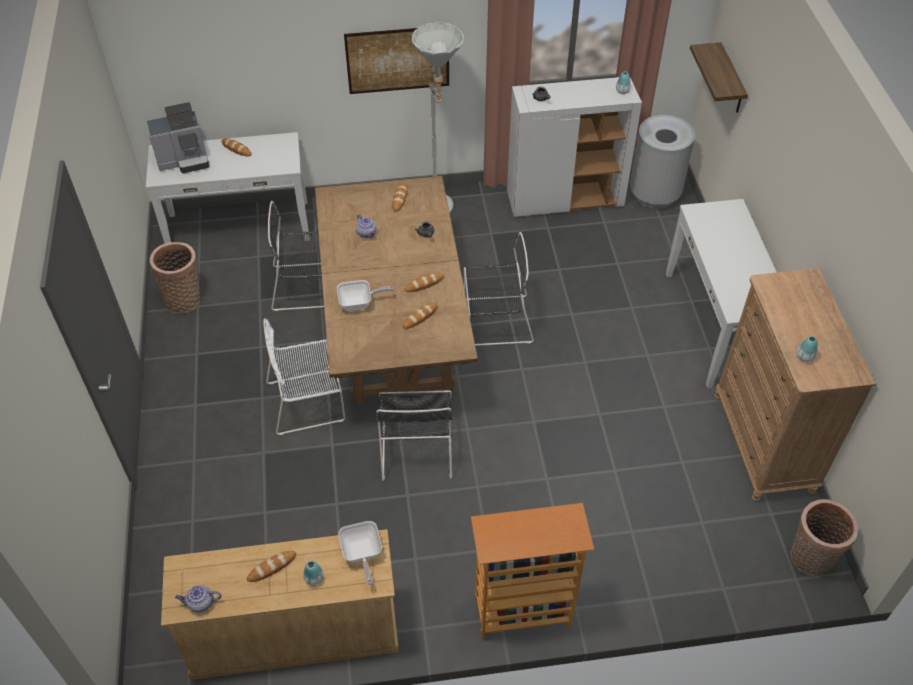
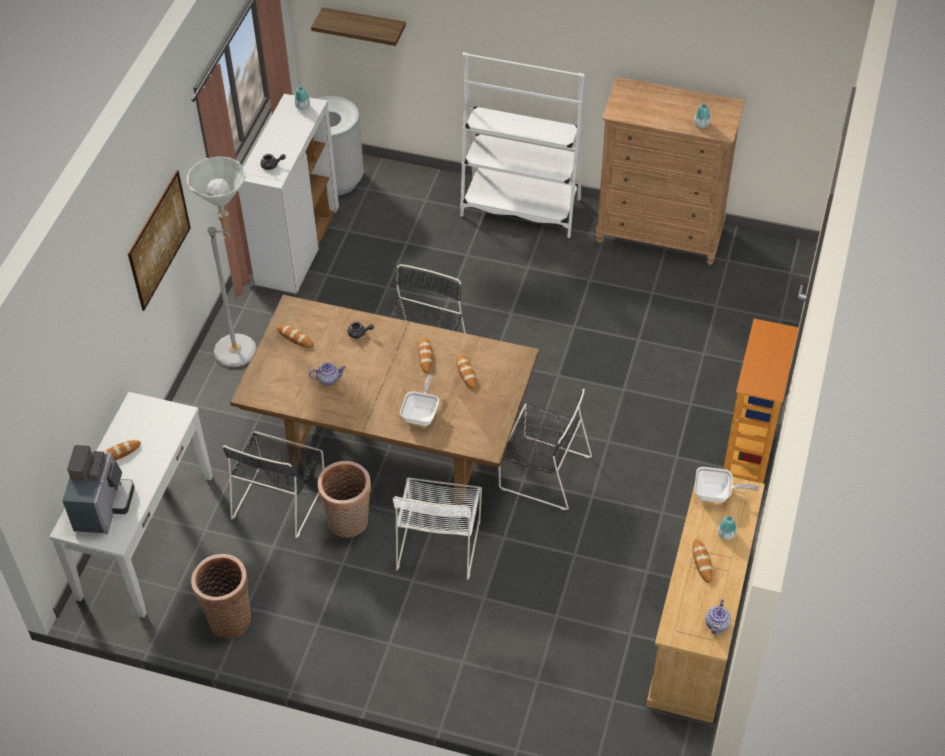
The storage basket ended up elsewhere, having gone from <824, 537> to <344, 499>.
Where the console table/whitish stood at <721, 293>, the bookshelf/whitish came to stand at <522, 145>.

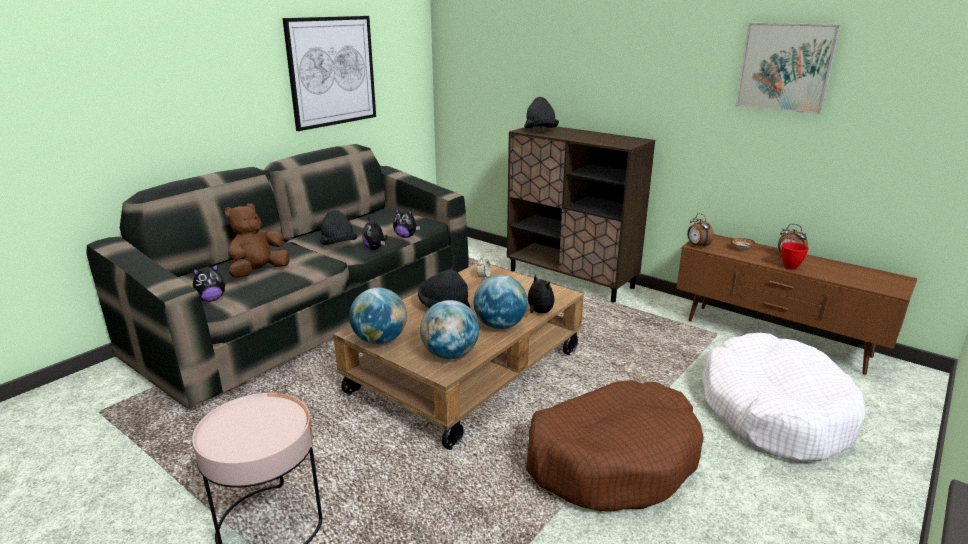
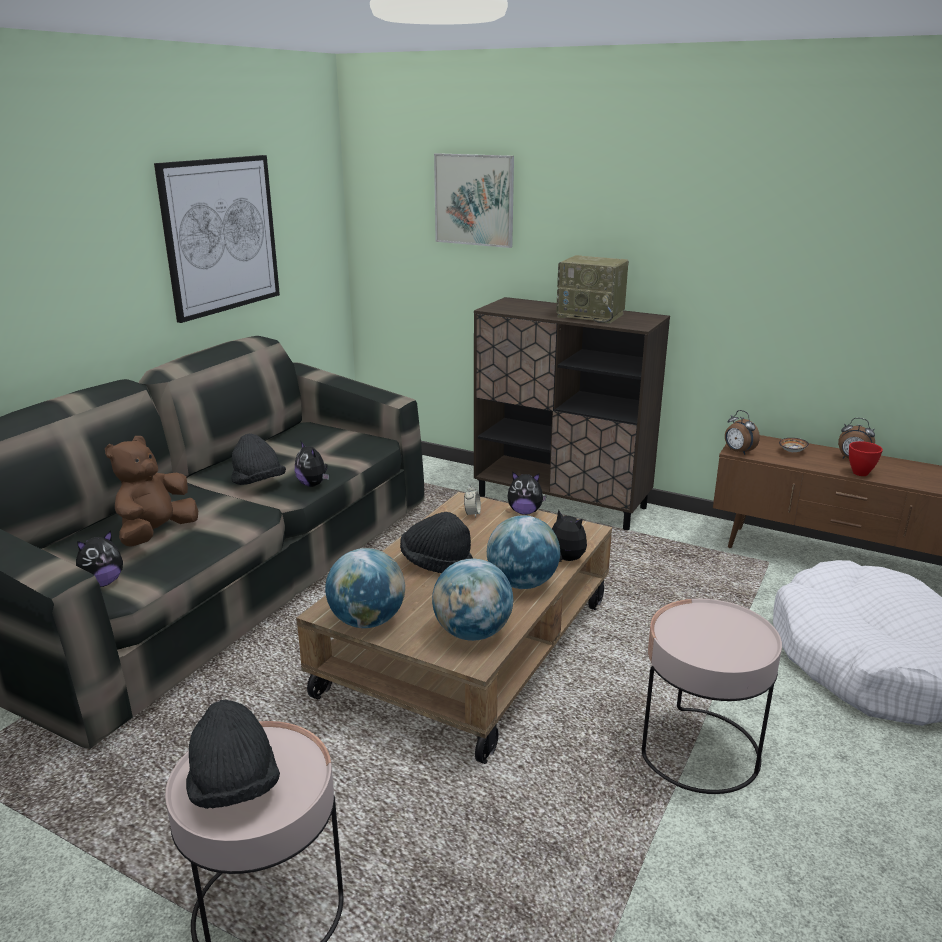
The second view gained the radio set at <592, 289>.
The soft toy ended up elsewhere, having gone from <406, 223> to <527, 493>.
The wearable hat/black ended up elsewhere, having gone from <541, 112> to <233, 754>.
The wall picture ended up elsewhere, having gone from <787, 68> to <474, 200>.
Where the dog cushion/brown stood at <615, 446>, the accent table/pink-coloured came to stand at <712, 696>.

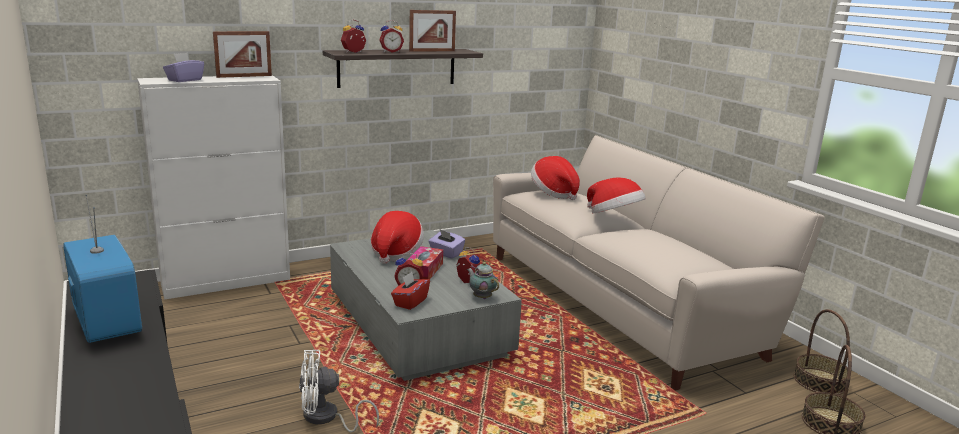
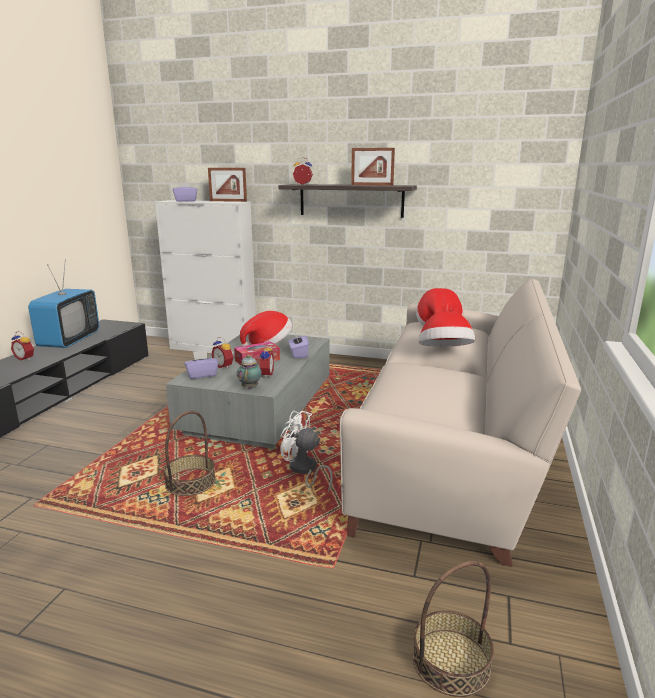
The fan/whitish ended up elsewhere, having gone from <339, 391> to <306, 451>.
The table clock ended up elsewhere, having gone from <391, 36> to <22, 346>.
The storage basket ended up elsewhere, having gone from <822, 352> to <190, 453>.
What was the box of tissues/red-coloured at <410, 291> turned into the box of tissues/purple-coloured at <201, 364>.

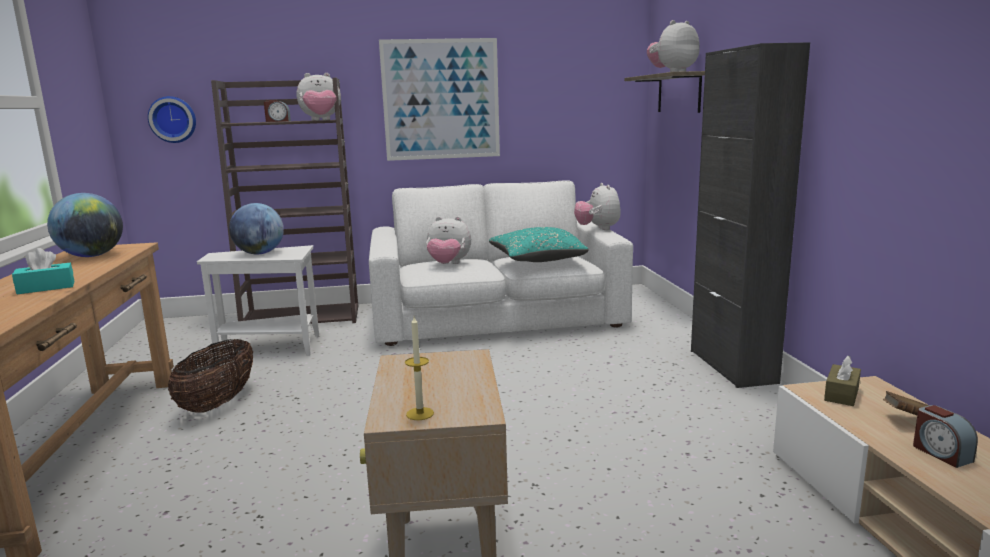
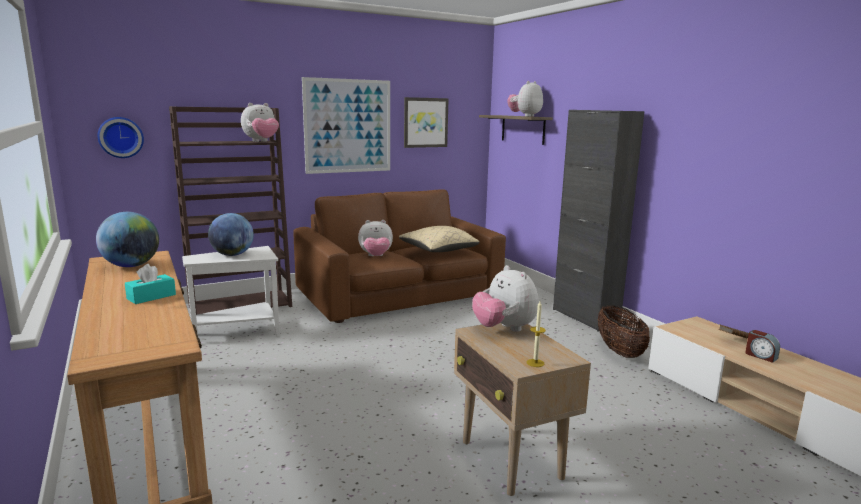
The second view lost the table clock at <277, 111>.
The second view lost the box of tissues/brown at <842, 380>.
The second view gained the wall picture at <426, 122>.
The storage basket ended up elsewhere, having gone from <210, 376> to <624, 332>.
The soft toy ended up elsewhere, having gone from <597, 206> to <505, 298>.
What was the settee/whitish at <501, 263> turned into the settee/brown at <399, 256>.
What was the pillow/turquoise-coloured at <539, 244> turned into the pillow/beige at <439, 239>.

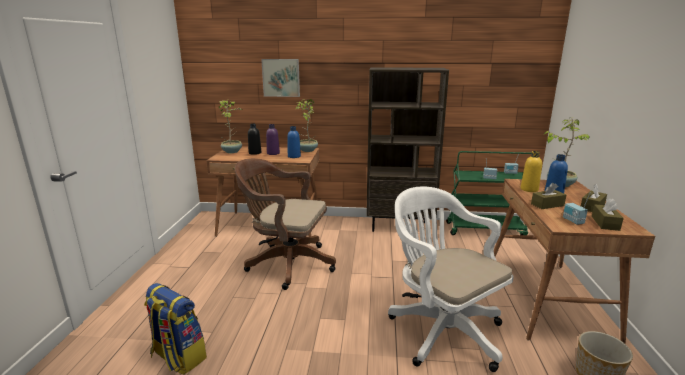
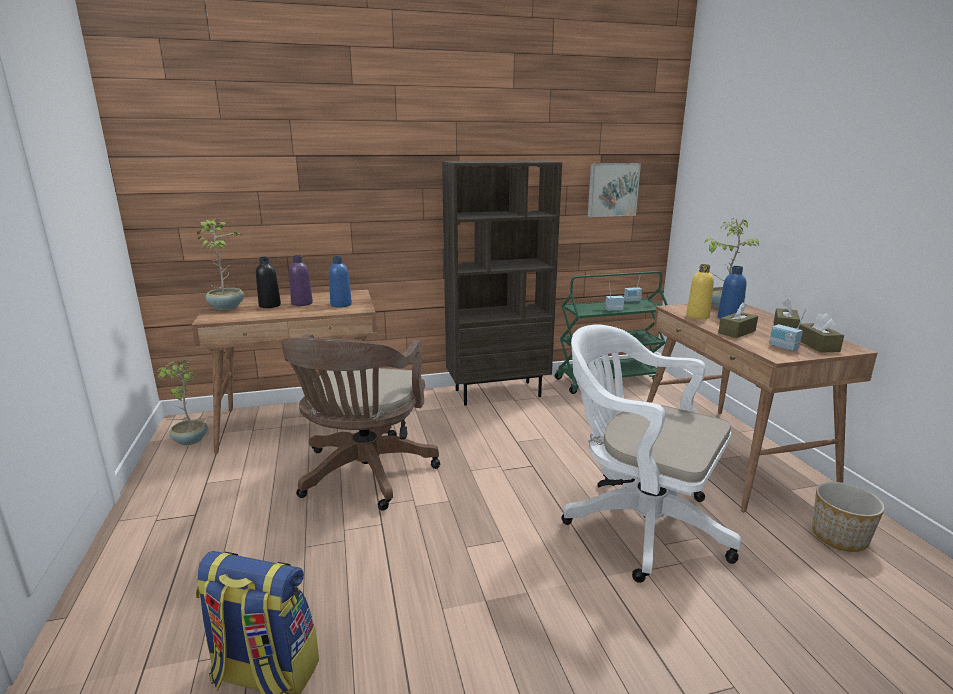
The wall picture ended up elsewhere, having gone from <280, 78> to <614, 190>.
The potted plant ended up elsewhere, having gone from <306, 125> to <182, 402>.
The office chair/brown at <285, 224> ended up facing another way, 75 degrees counterclockwise from before.

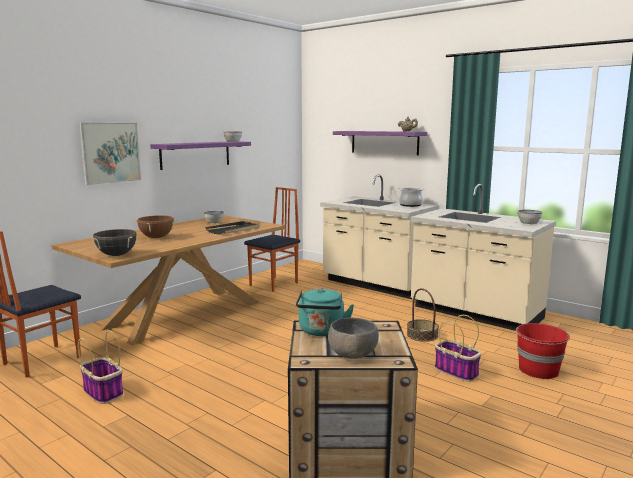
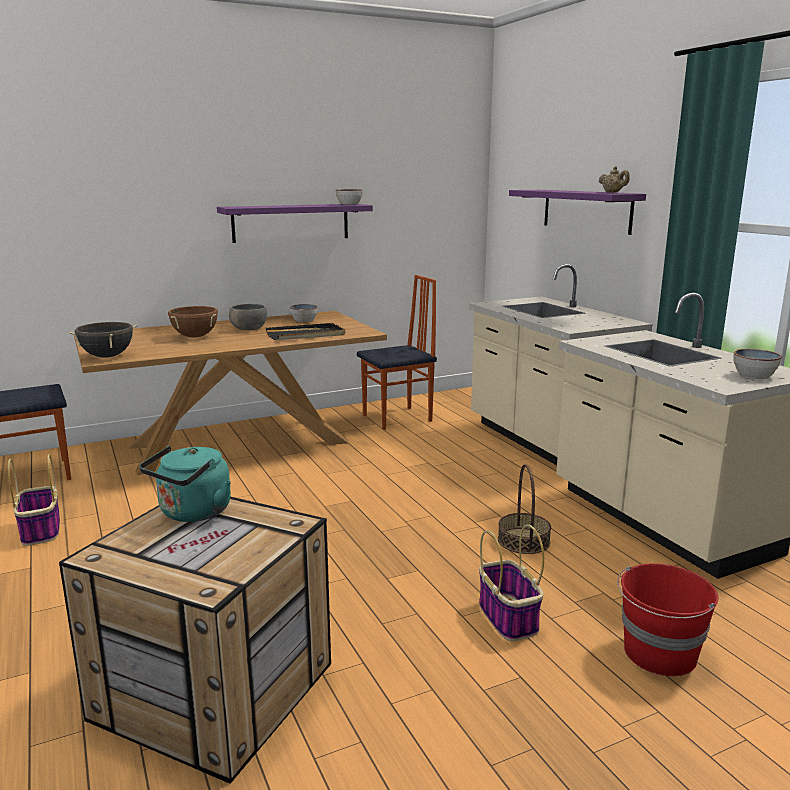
The second view lost the wall picture at <110, 154>.
The second view lost the cooking pot at <411, 197>.
The serving bowl/grey ended up elsewhere, having gone from <353, 338> to <248, 317>.

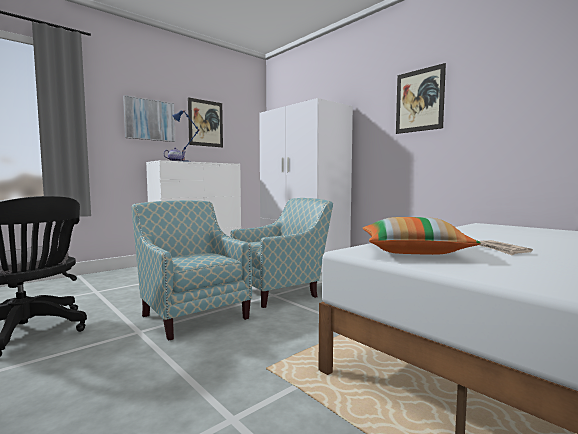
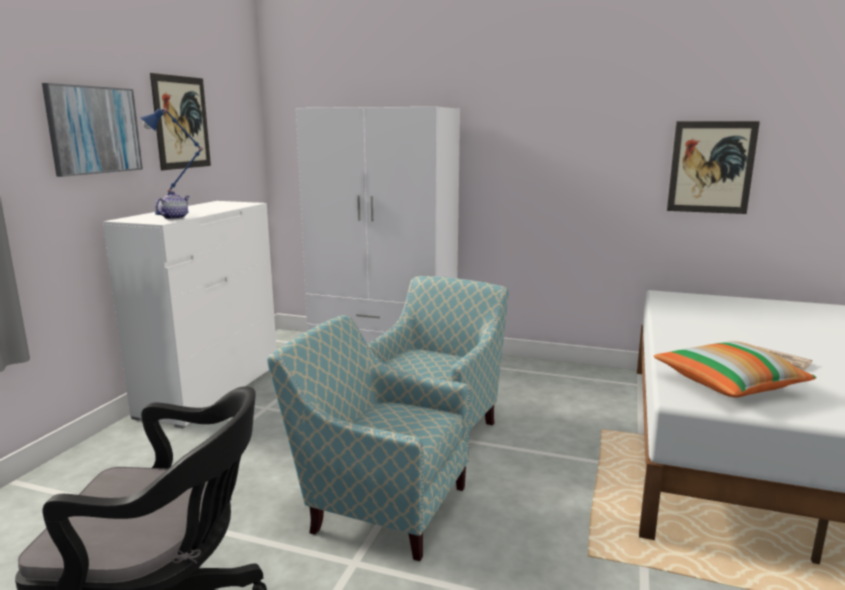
The wall picture ended up elsewhere, having gone from <421, 98> to <713, 167>.

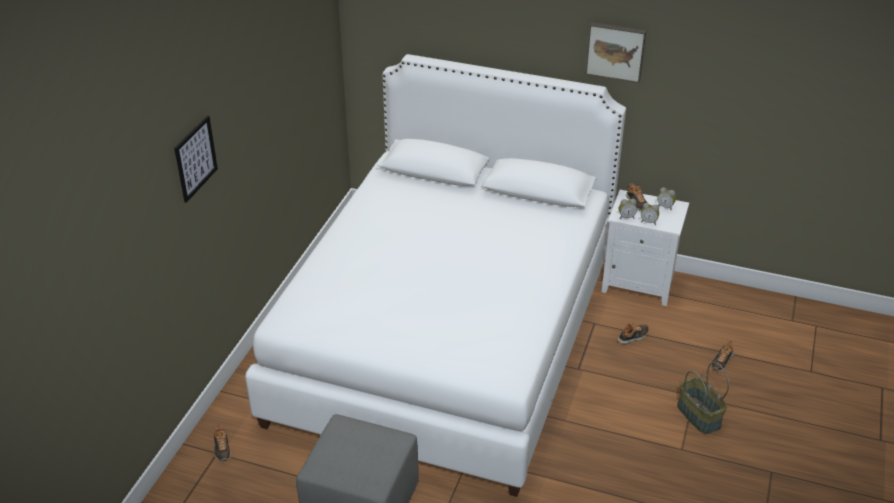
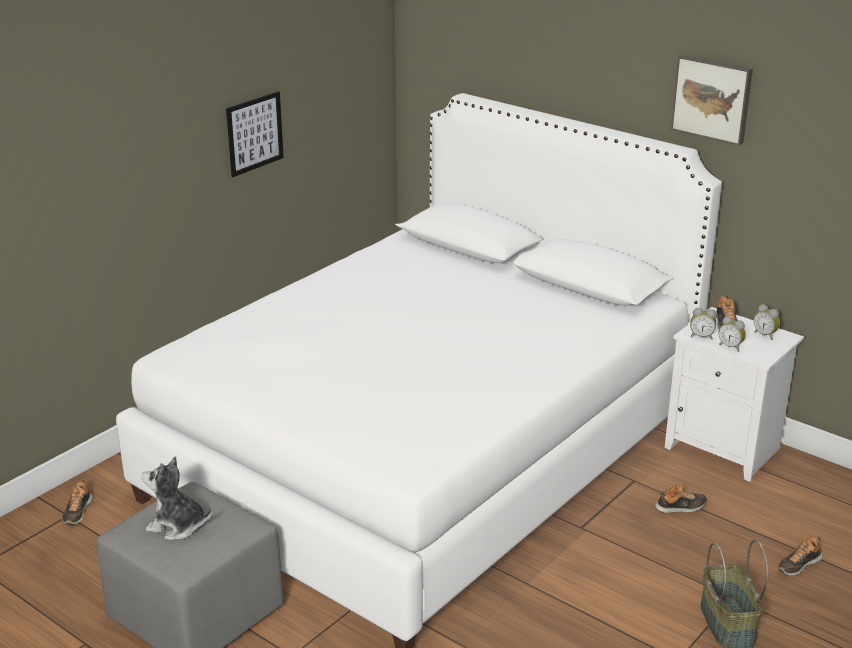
The second view gained the soft toy at <177, 498>.
The wall picture ended up elsewhere, having gone from <196, 159> to <255, 134>.

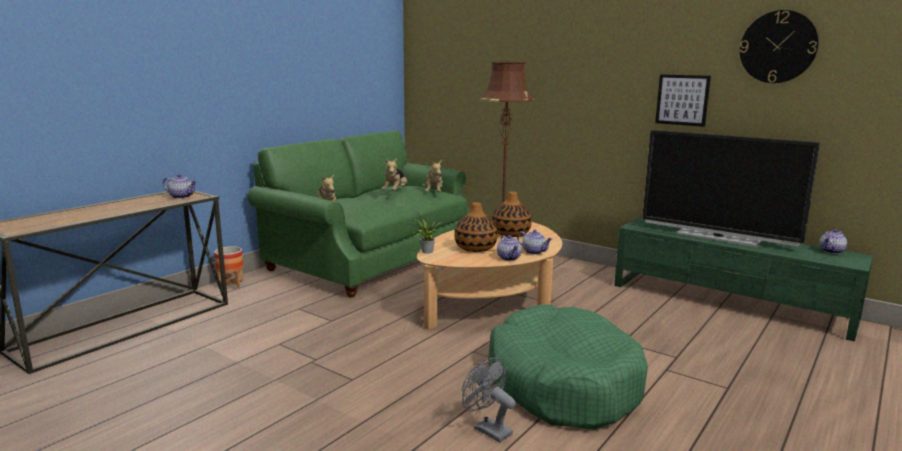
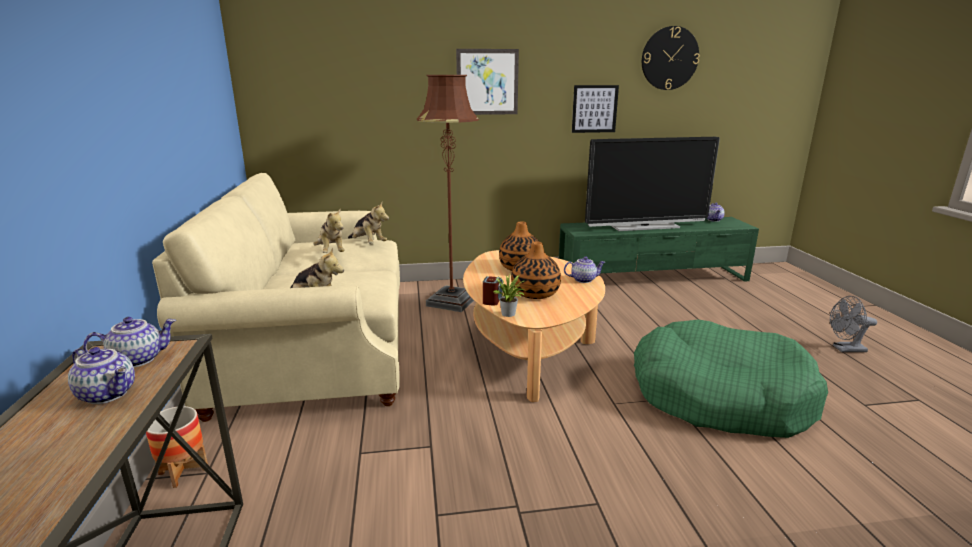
The second view gained the wall picture at <487, 82>.
The second view gained the table clock at <493, 291>.
The fan/grey ended up elsewhere, having gone from <489, 400> to <853, 324>.
The tea pot ended up elsewhere, having gone from <509, 248> to <101, 375>.
What was the settee/green at <359, 214> turned into the settee/beige at <276, 297>.

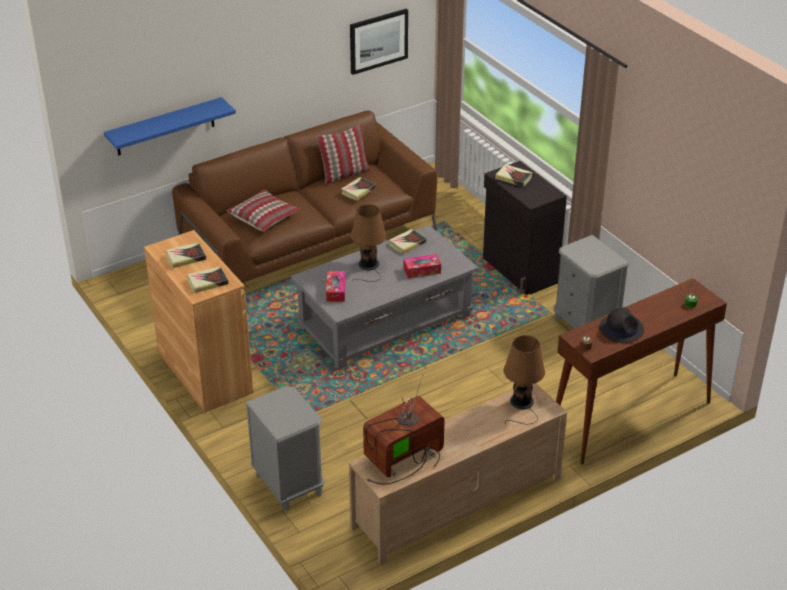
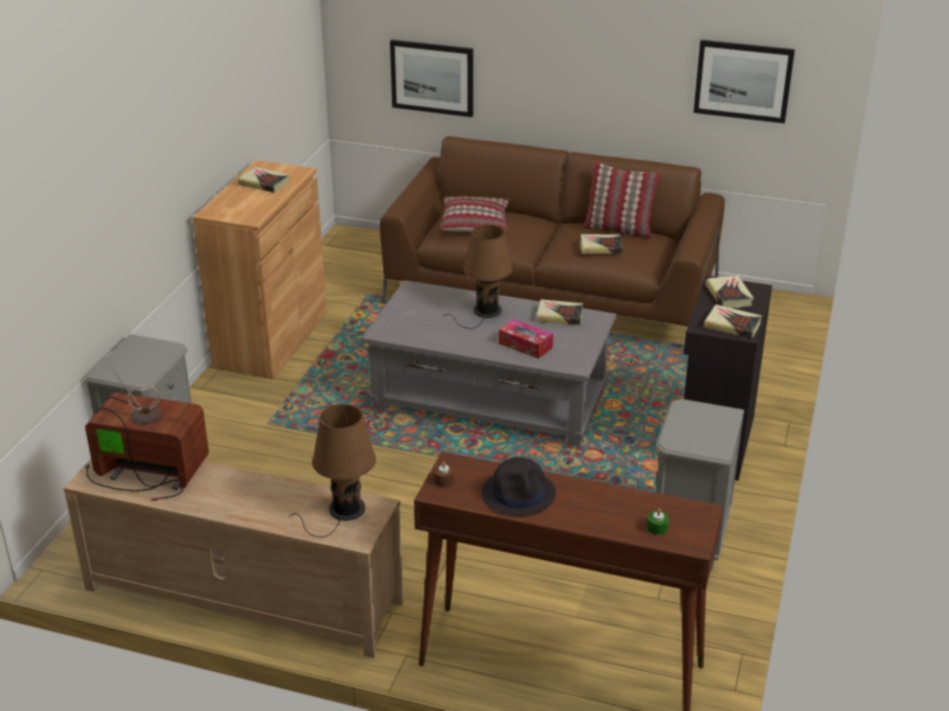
The second view lost the box of tissues at <336, 286>.
The book ended up elsewhere, having gone from <208, 280> to <733, 321>.
Where the shelf/bluish hung at <170, 126>, the wall picture came to hang at <431, 78>.

